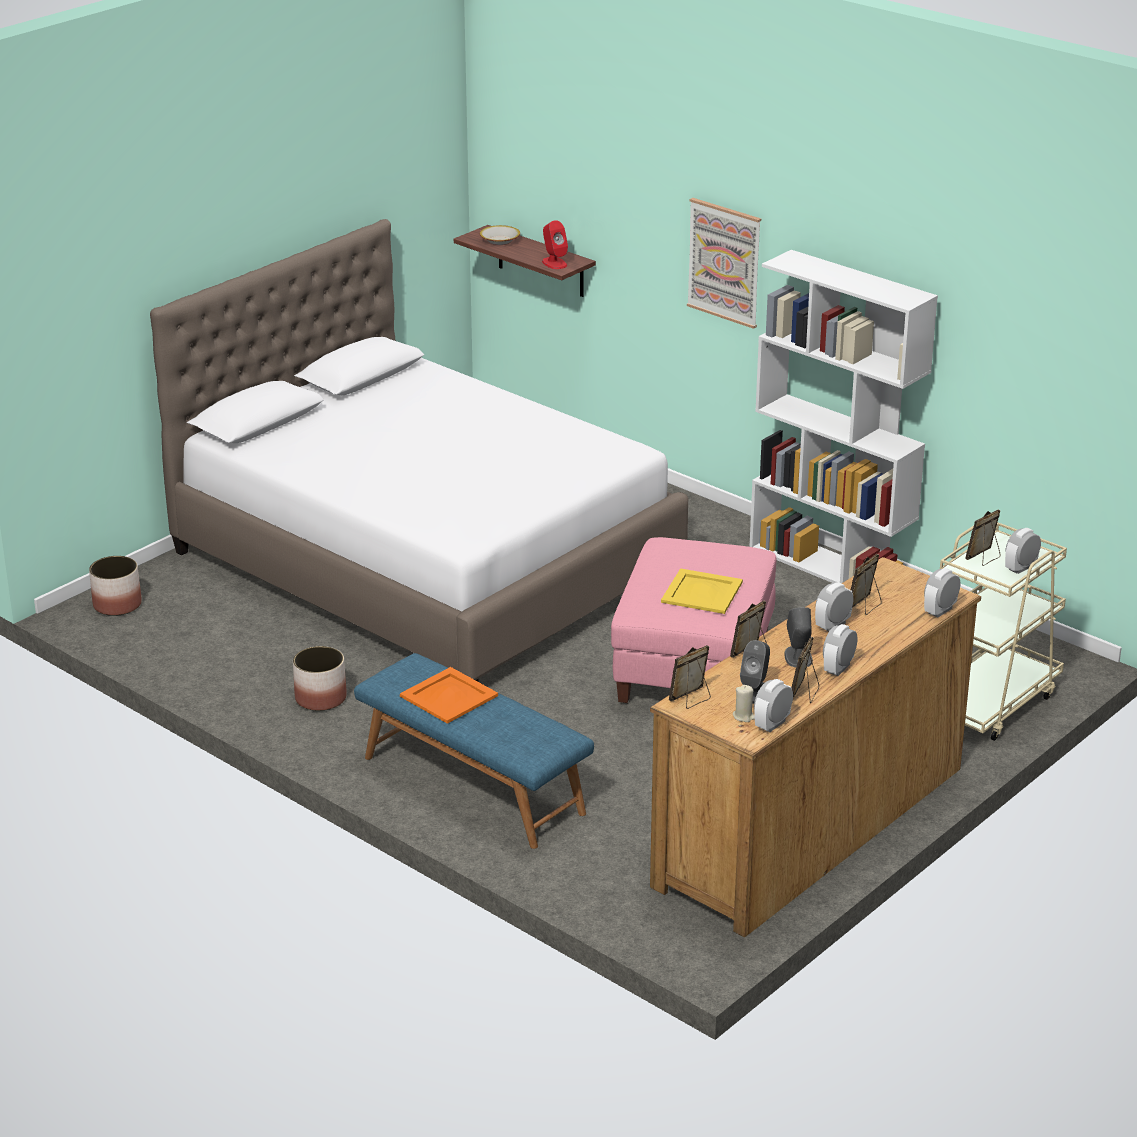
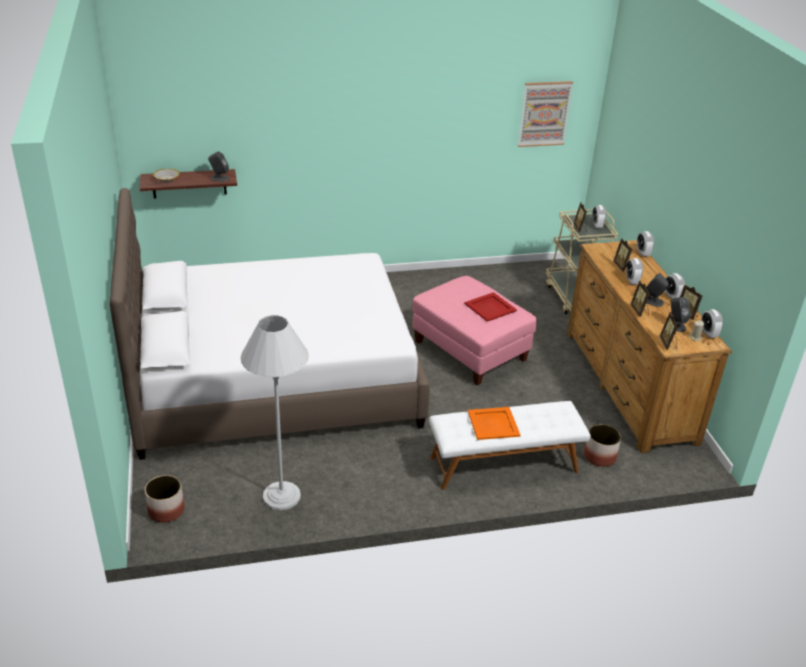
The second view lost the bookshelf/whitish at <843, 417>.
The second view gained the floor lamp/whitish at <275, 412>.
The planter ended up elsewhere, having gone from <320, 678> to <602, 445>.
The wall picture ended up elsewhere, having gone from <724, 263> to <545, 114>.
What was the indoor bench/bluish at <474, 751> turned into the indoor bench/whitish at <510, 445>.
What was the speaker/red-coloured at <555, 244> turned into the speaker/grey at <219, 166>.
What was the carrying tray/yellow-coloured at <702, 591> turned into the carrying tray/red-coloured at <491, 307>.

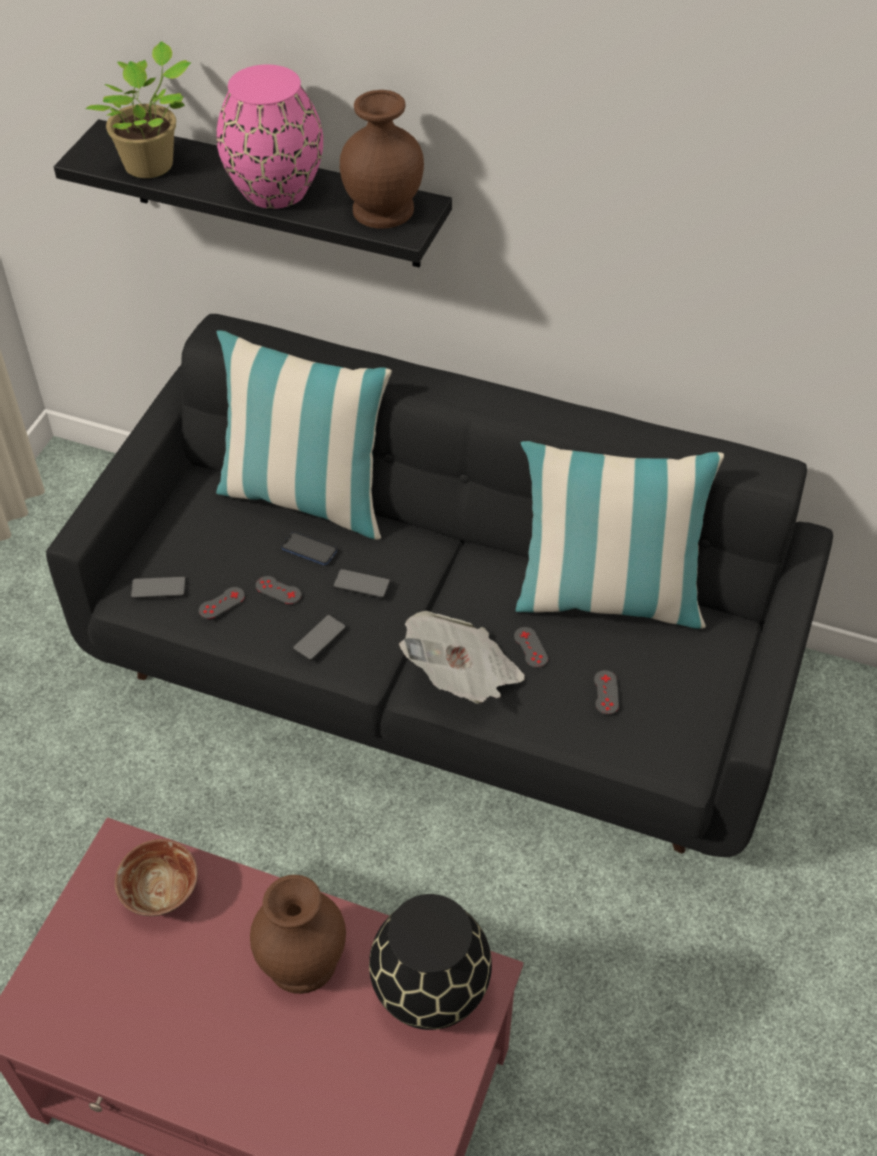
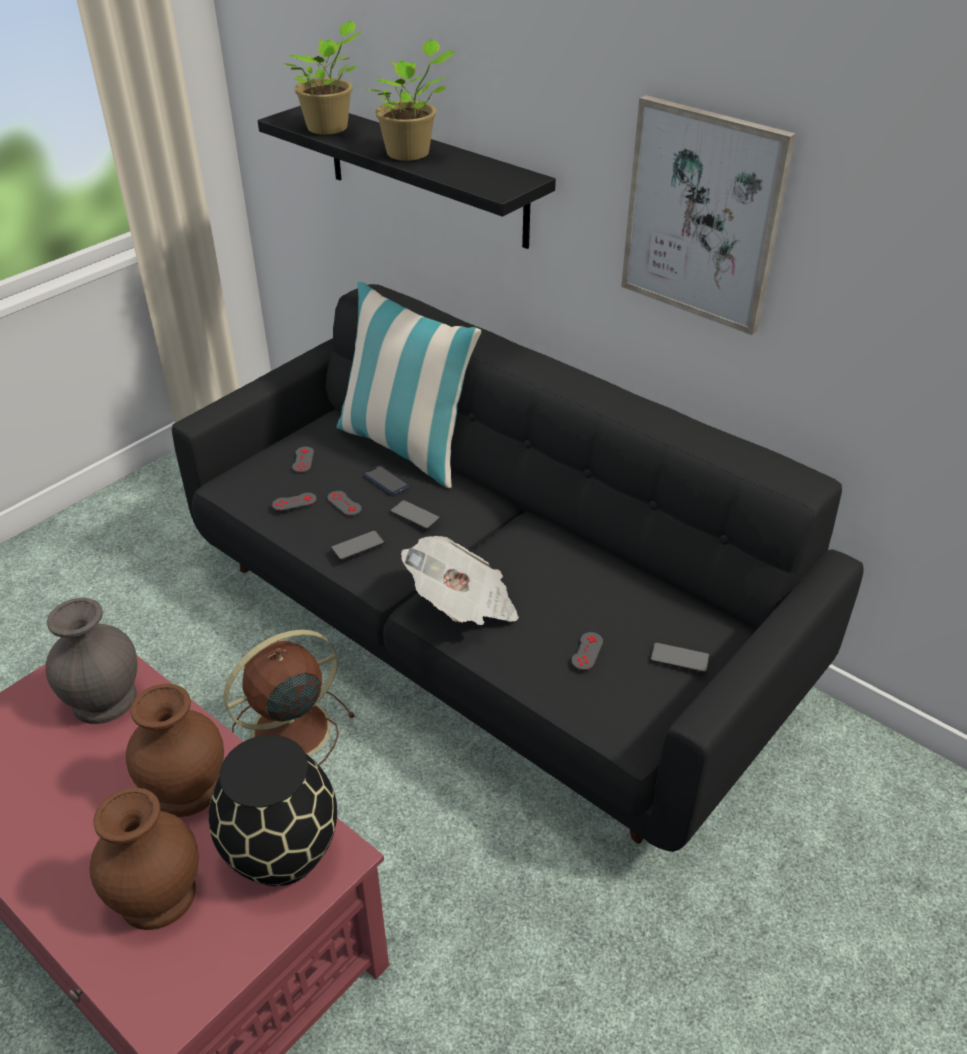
The second view lost the pillow at <620, 535>.
The second view gained the fan/brown at <289, 697>.
The second view gained the wall picture at <708, 215>.
The telephone ended up elsewhere, having gone from <158, 588> to <680, 657>.
The vase/brown ended up elsewhere, having gone from <382, 159> to <144, 859>.
The gamepad/grey ended up elsewhere, having gone from <531, 647> to <303, 460>.
Where the serving bowl stood at <156, 877>, the vase/grey came to stand at <91, 661>.
Where the vase/pink-coloured stood at <269, 136>, the potted plant came to stand at <409, 100>.

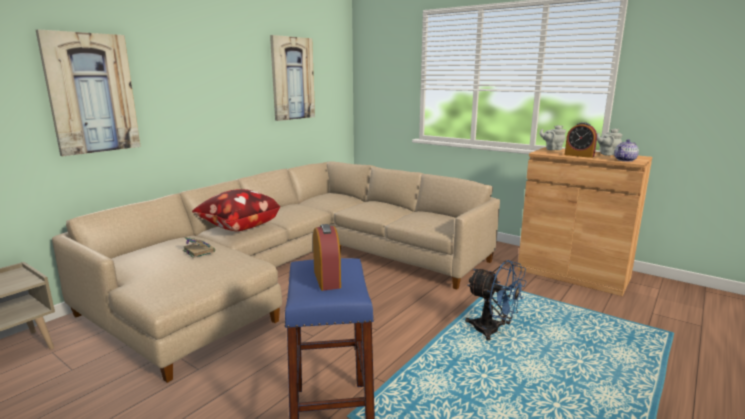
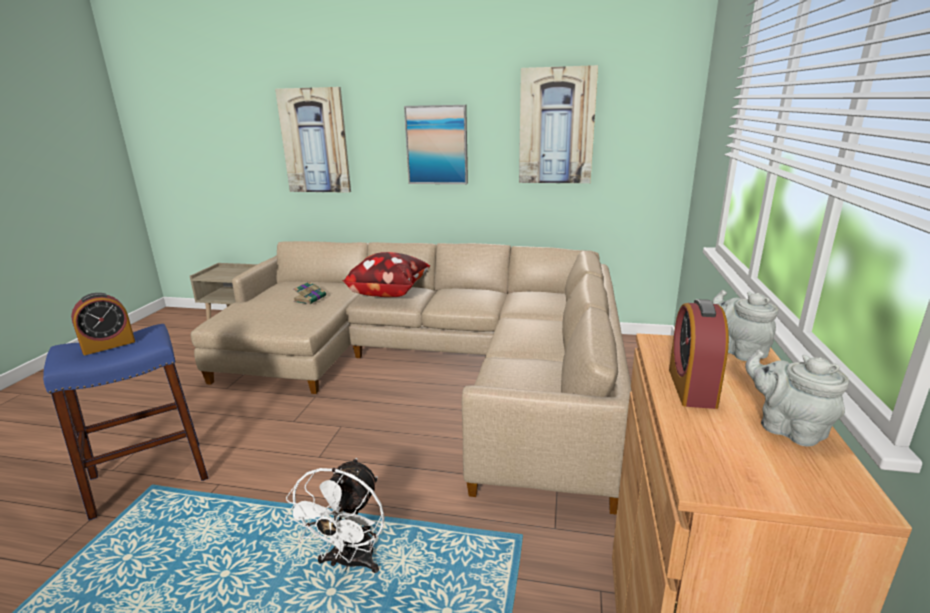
The second view lost the tea pot at <626, 150>.
The second view gained the wall picture at <436, 144>.
What was the fan/bluish at <496, 300> turned into the fan/whitish at <334, 515>.

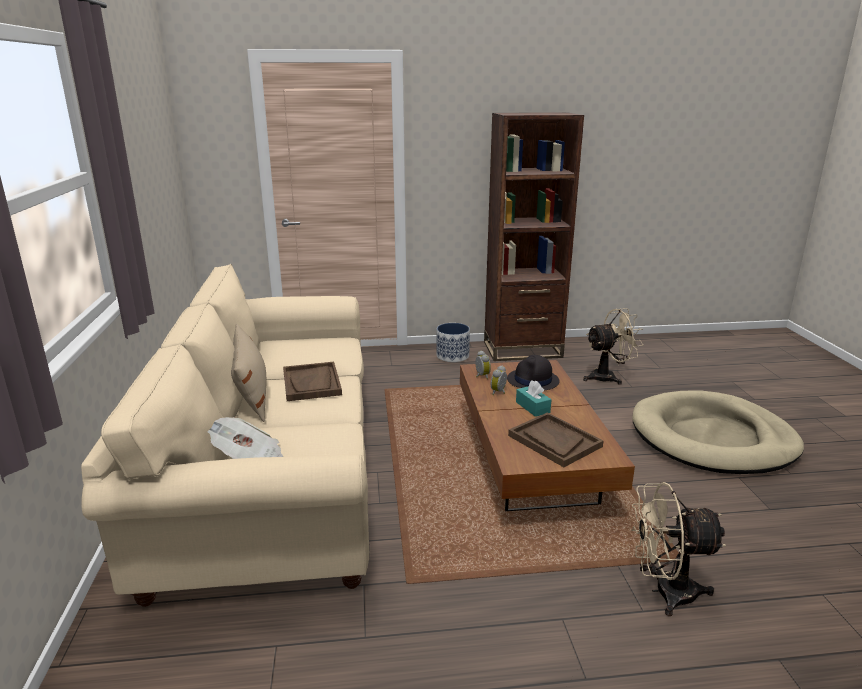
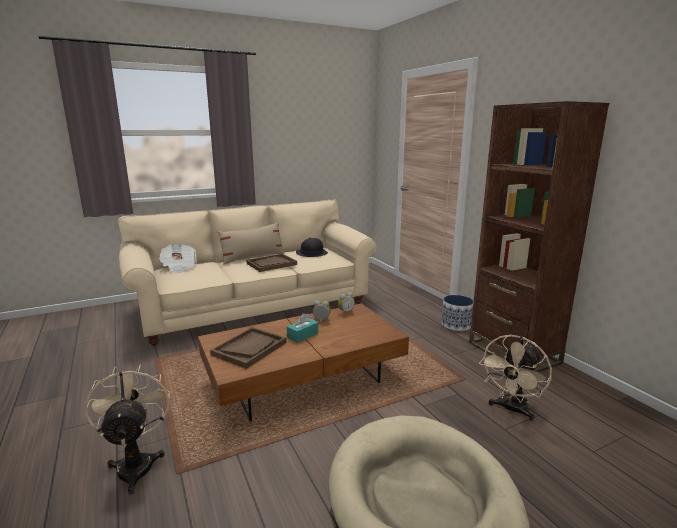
The wearable hat/black ended up elsewhere, having gone from <533, 372> to <312, 247>.
The fan/beige at <613, 346> ended up facing another way, 75 degrees clockwise from before.

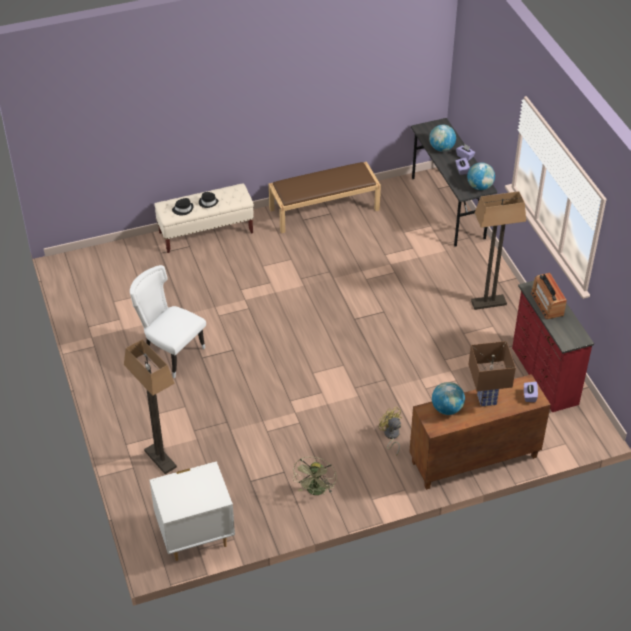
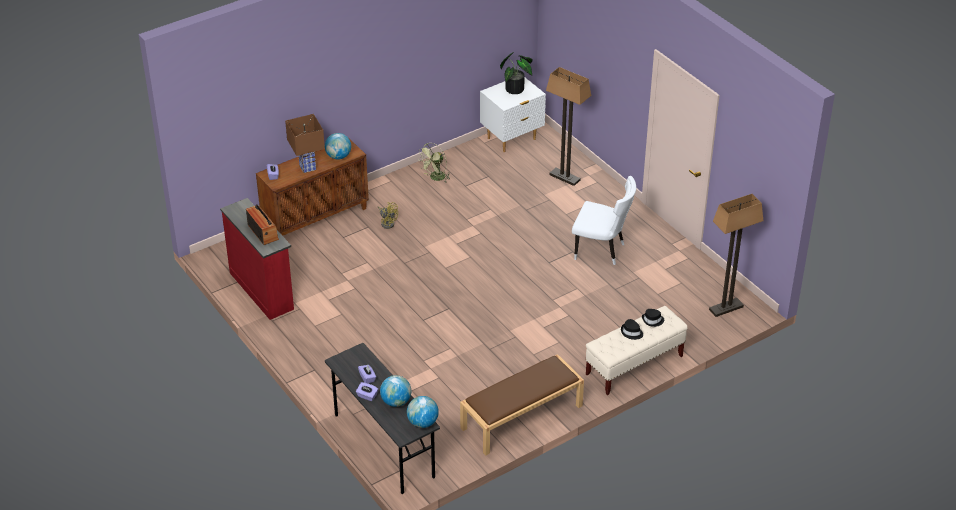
The second view gained the potted plant at <516, 73>.
The world globe ended up elsewhere, having gone from <481, 176> to <423, 412>.
The floor lamp ended up elsewhere, having gone from <498, 250> to <736, 255>.
The fan/green at <315, 476> ended up facing another way, 135 degrees counterclockwise from before.

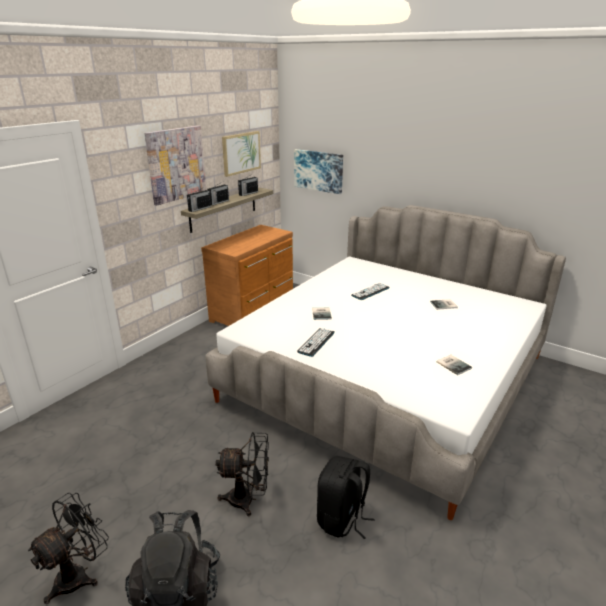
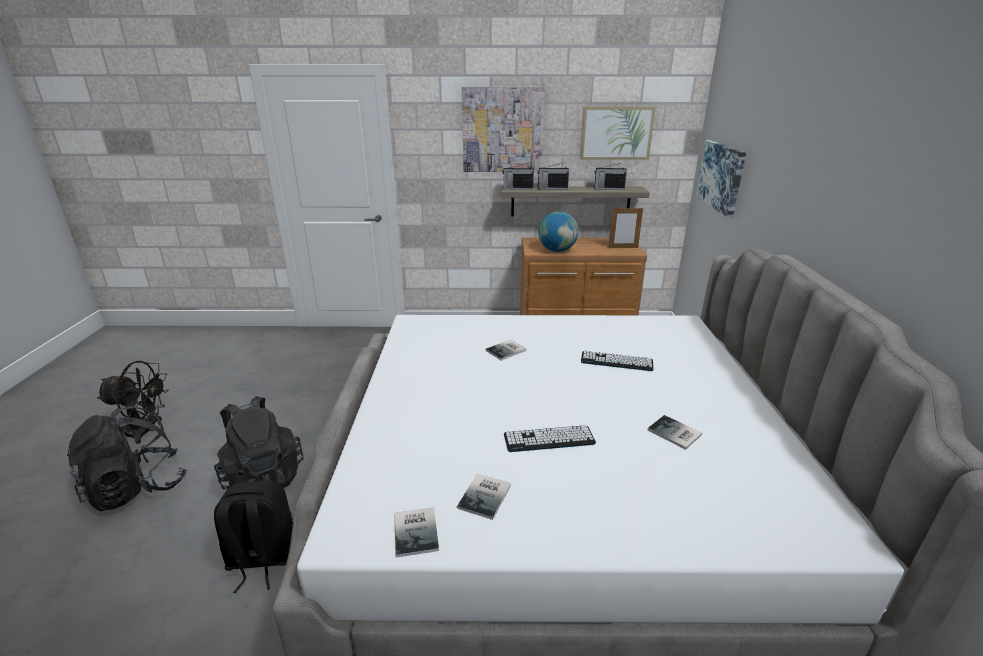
The second view gained the book at <416, 532>.
The second view gained the world globe at <558, 231>.
The second view gained the picture frame at <625, 228>.
The keyboard ended up elsewhere, having gone from <316, 342> to <550, 438>.
Where the fan/black stood at <242, 474>, the knapsack/black came to stand at <259, 443>.

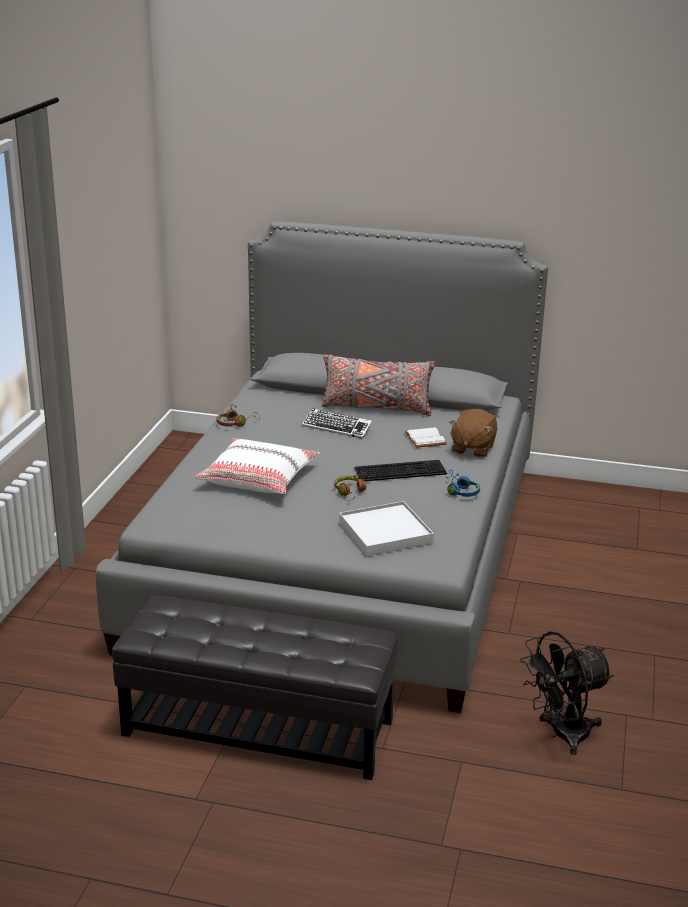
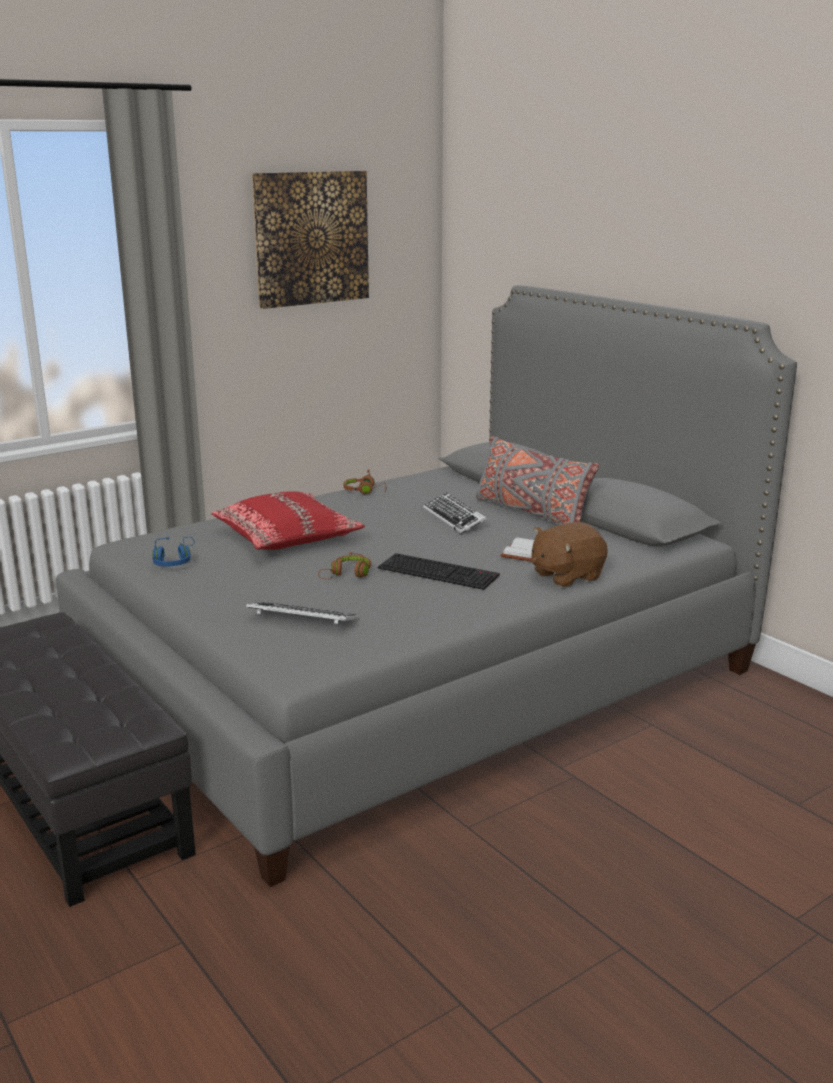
The second view lost the fan/black at <567, 693>.
The second view gained the wall picture at <310, 240>.
The headphones/bluish ended up elsewhere, having gone from <463, 483> to <173, 552>.
Where the carrying tray/whitish stood at <386, 528>, the keyboard came to stand at <302, 613>.
What was the pillow/whitish at <257, 466> turned into the pillow/red-coloured at <288, 520>.

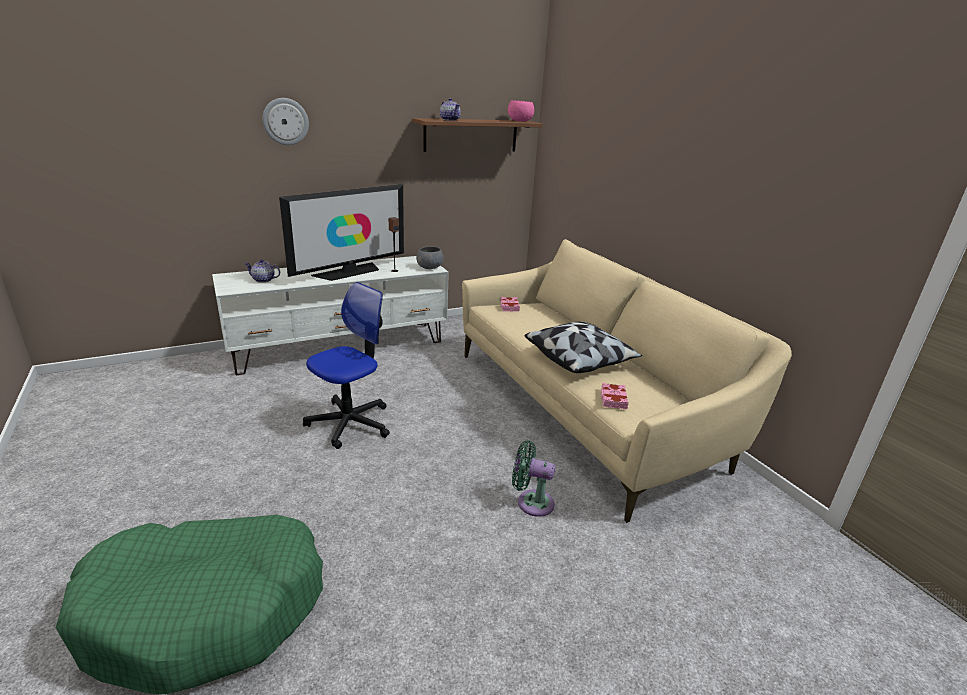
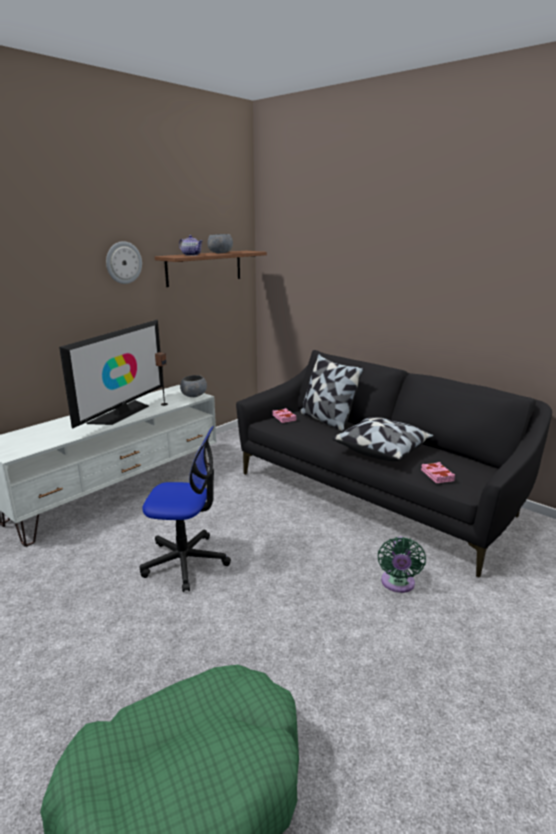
The second view lost the tea pot at <262, 271>.
The second view lost the serving bowl/pink-coloured at <521, 111>.
The second view gained the serving bowl/grey at <220, 243>.
The second view gained the pillow at <332, 393>.
The clock on the wall ended up elsewhere, having gone from <285, 121> to <124, 262>.
What was the settee/beige at <627, 381> turned into the settee/black at <394, 464>.
The office chair at <346, 365> ended up facing another way, 75 degrees clockwise from before.
The fan/green at <533, 479> ended up facing another way, 75 degrees counterclockwise from before.

